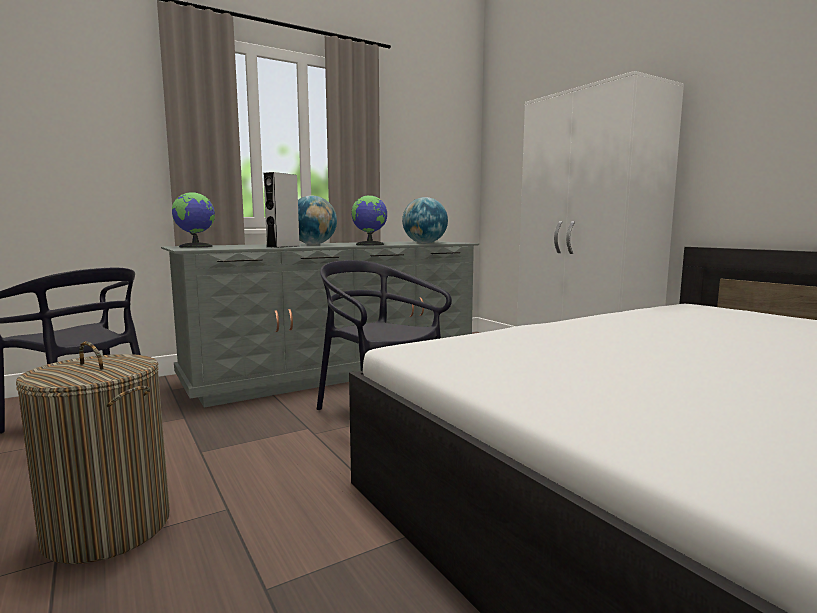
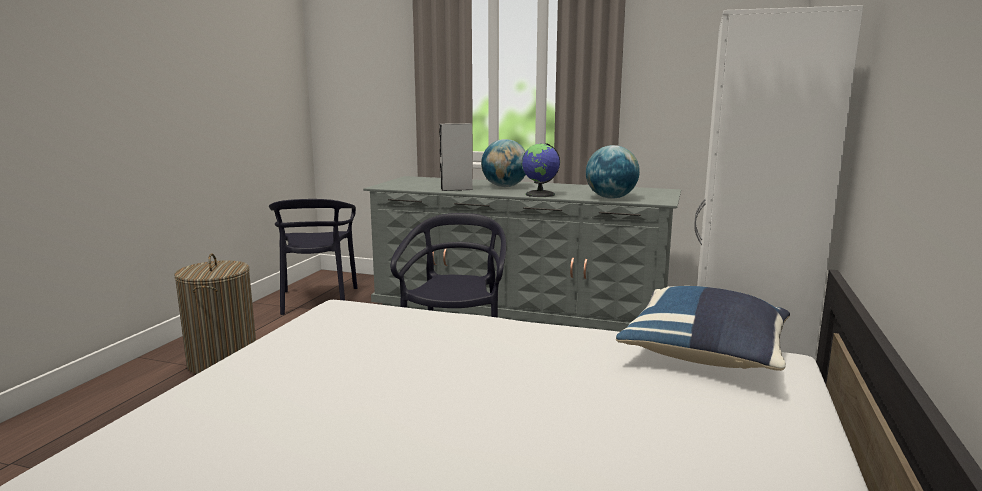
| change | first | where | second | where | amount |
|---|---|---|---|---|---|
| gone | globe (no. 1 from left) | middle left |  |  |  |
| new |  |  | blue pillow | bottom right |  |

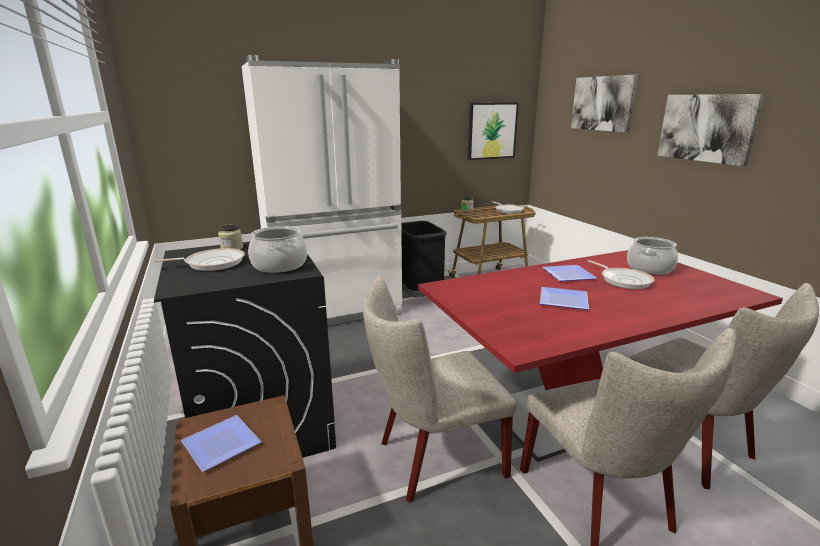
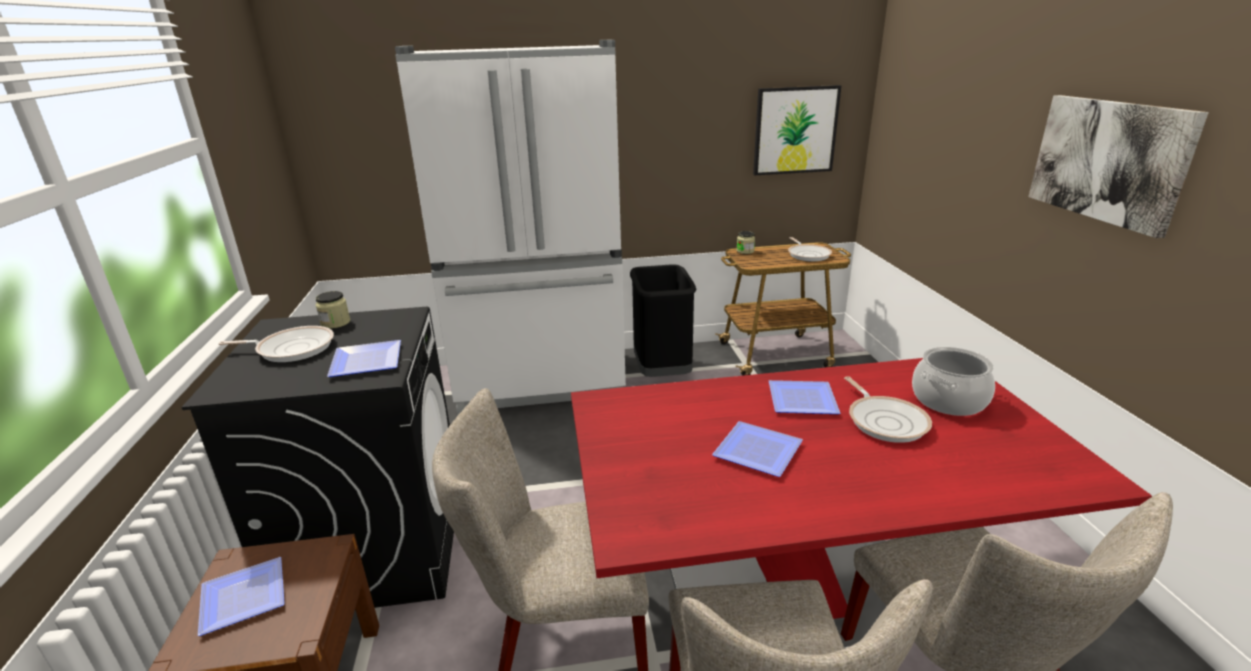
| change | first | where | second | where | amount |
|---|---|---|---|---|---|
| gone | picture (no. 2 from left) | top right |  |  |  |
| swapped | cooking pot (no. 1 from left) | centre | plate (no. 2 from left) | middle left |  |

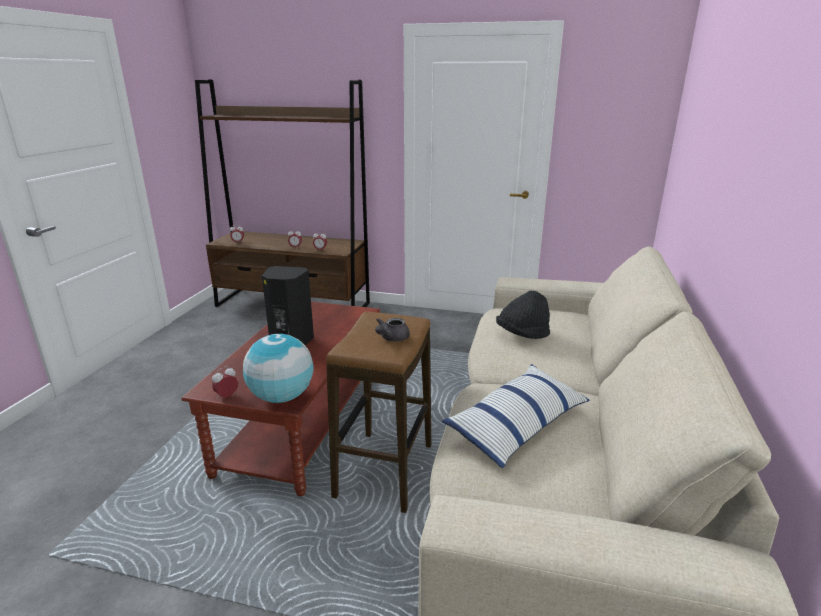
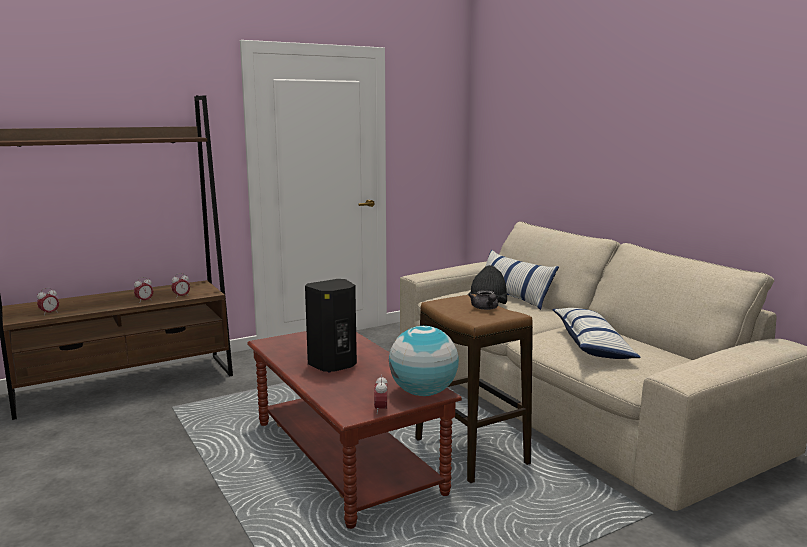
| change | first | where | second | where | amount |
|---|---|---|---|---|---|
| new |  |  | pillow (no. 1 from left) | centre |  |

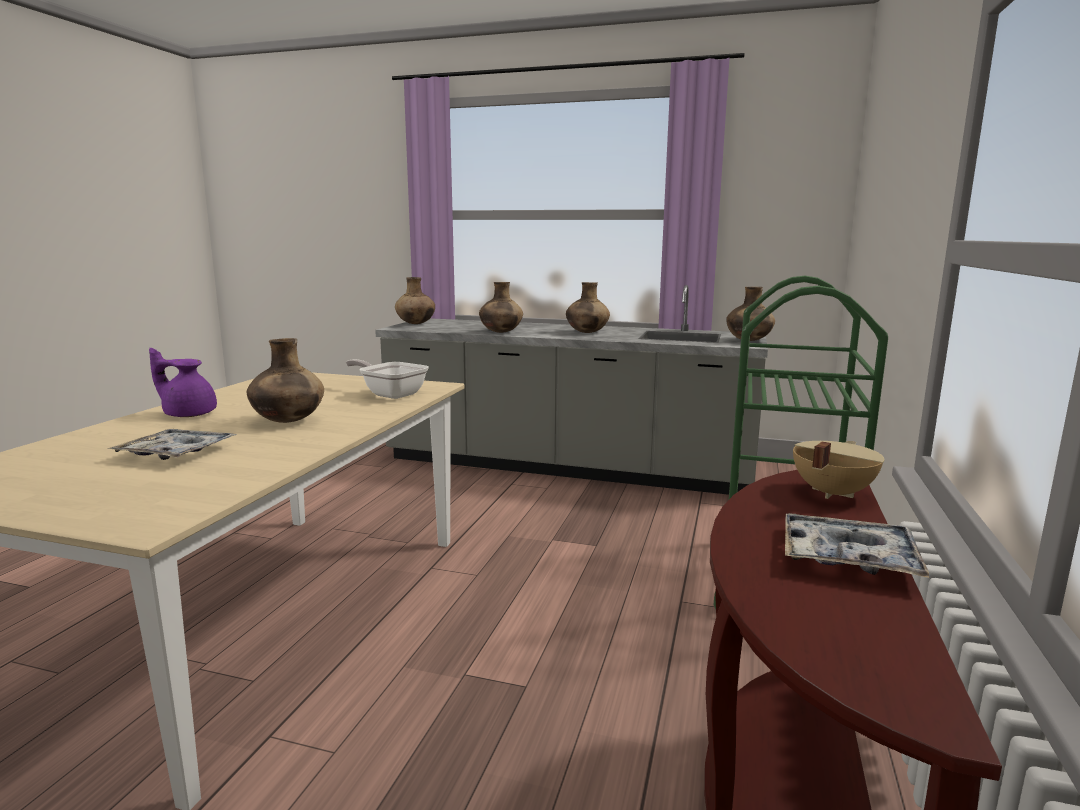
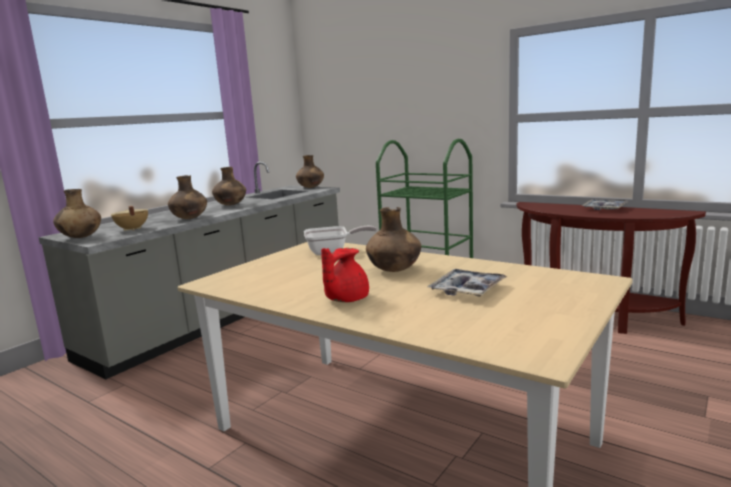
| change | first | where | second | where | amount |
|---|---|---|---|---|---|
| shifted | beige cooking pot | middle right |  | middle left |  |
| repainted | purple teapot | middle left | red teapot | centre |  |
| rotated | frying pan | centre |  | centre | 150 degrees counterclockwise |

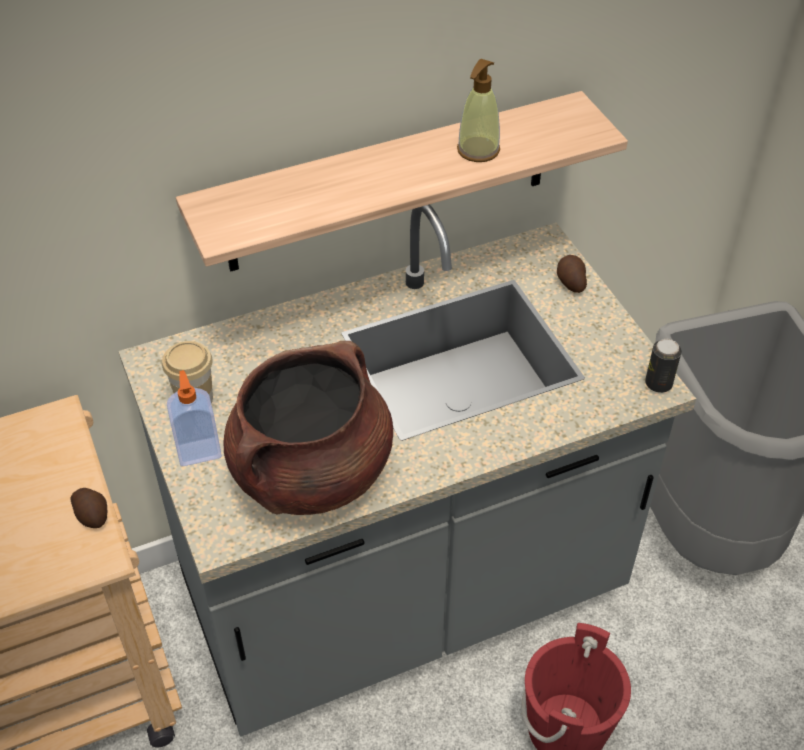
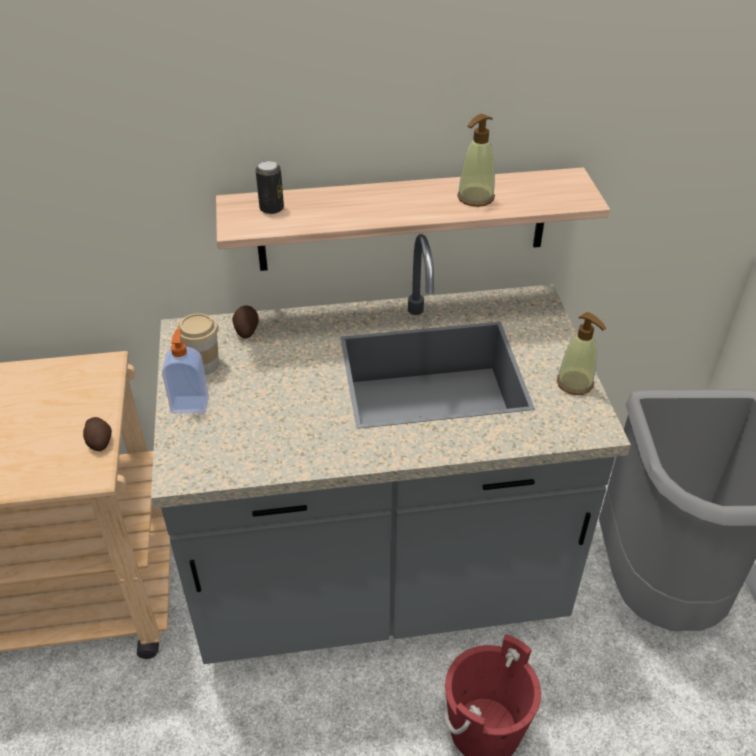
| change | first | where | second | where | amount |
|---|---|---|---|---|---|
| gone | brown cooking pot | centre |  |  |  |
| new |  |  | soap dispenser (no. 3 from left) | middle right |  |
| shifted | potato (no. 2 from left) | middle right |  | middle left |  |
| shifted | can | middle right |  | top centre |  |

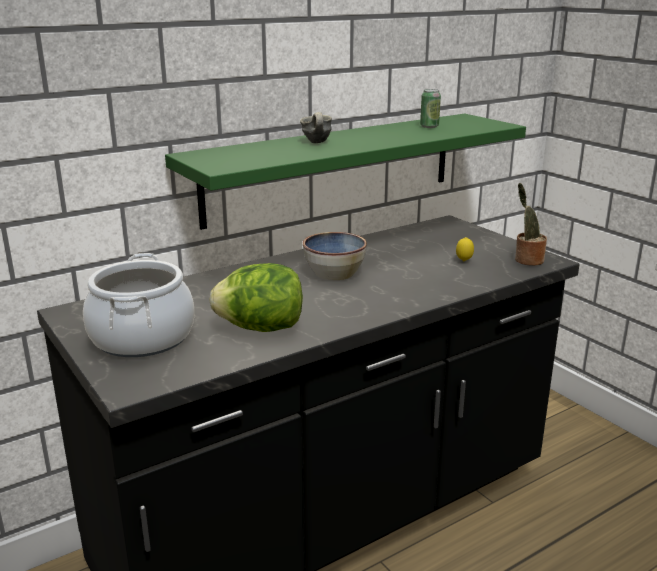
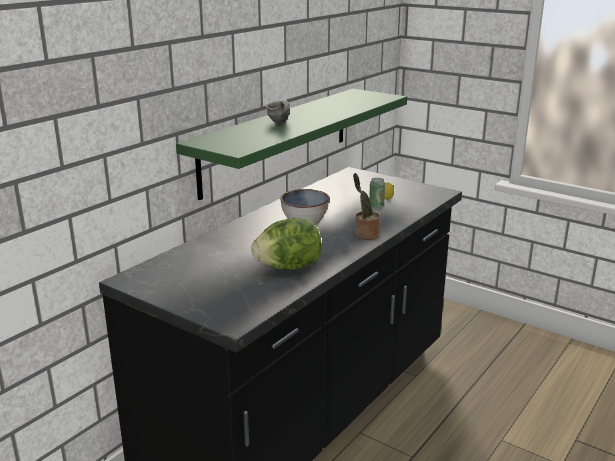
| change | first | where | second | where | amount |
|---|---|---|---|---|---|
| gone | cooking pot | middle left |  |  |  |
| shifted | can | top centre |  | centre |  |
| shifted | potted plant | middle right |  | centre |  |

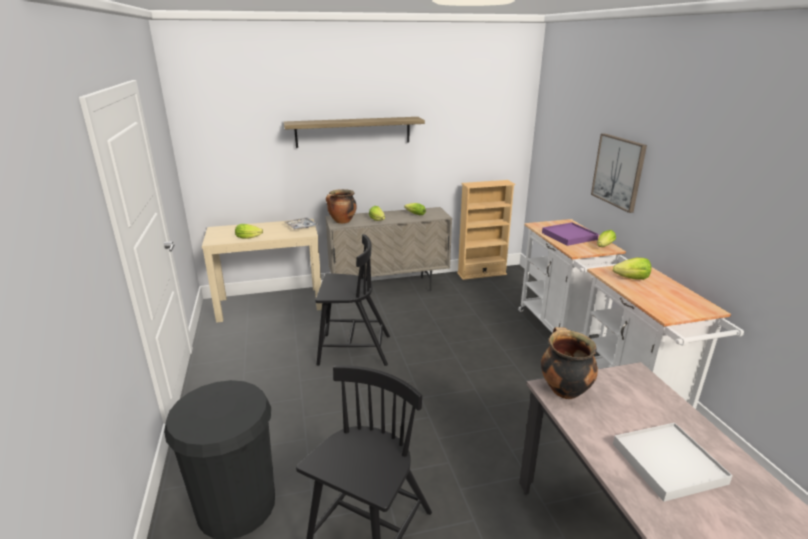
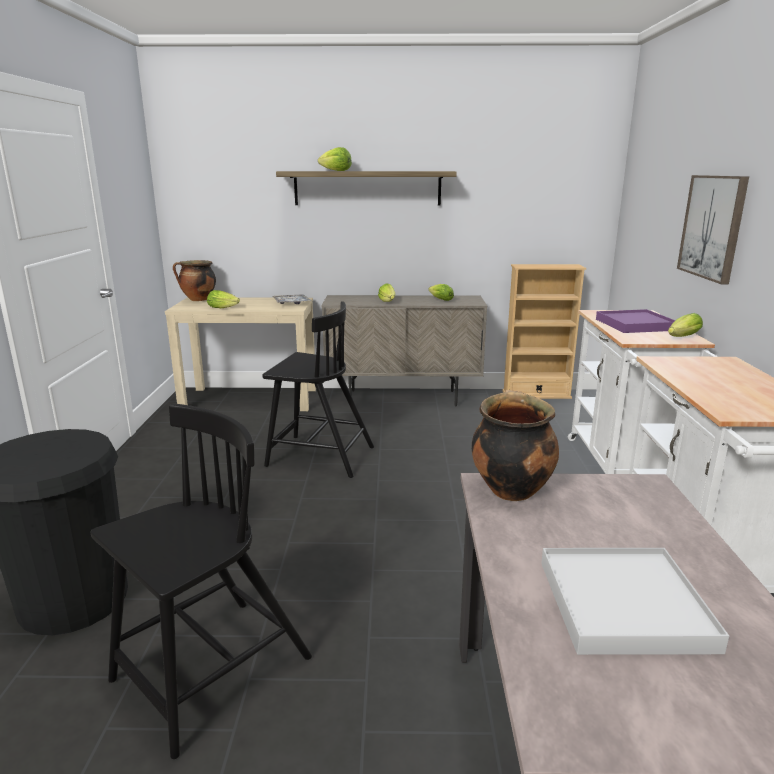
| change | first | where | second | where | amount |
|---|---|---|---|---|---|
| shifted | cooking pot (no. 1 from left) | centre |  | middle left |  |
| shifted | lettuce (no. 5 from left in the first image) | middle right | lettuce (no. 2 from left) | top centre |  |

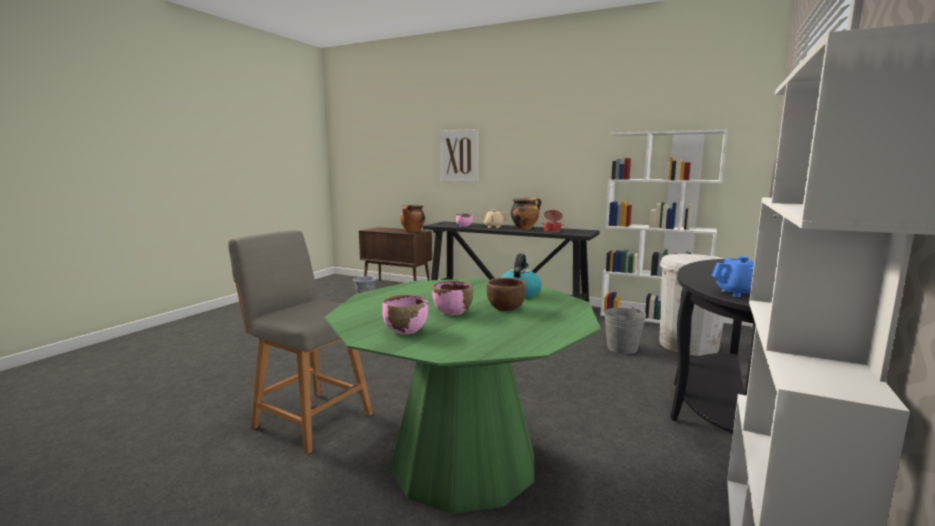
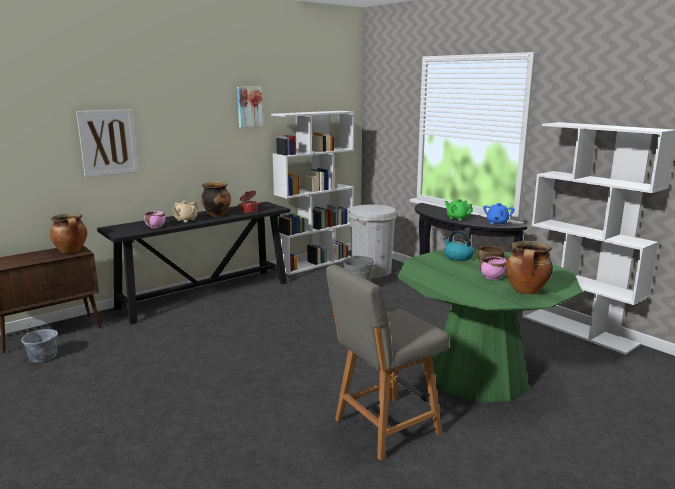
| change | first | where | second | where | amount |
|---|---|---|---|---|---|
| new |  |  | picture (no. 2 from left) | top centre |  |
| new |  |  | green teapot | middle right |  |
| swapped | pink bowl (no. 1 from left) | centre | cooking pot (no. 4 from left) | middle right |  |

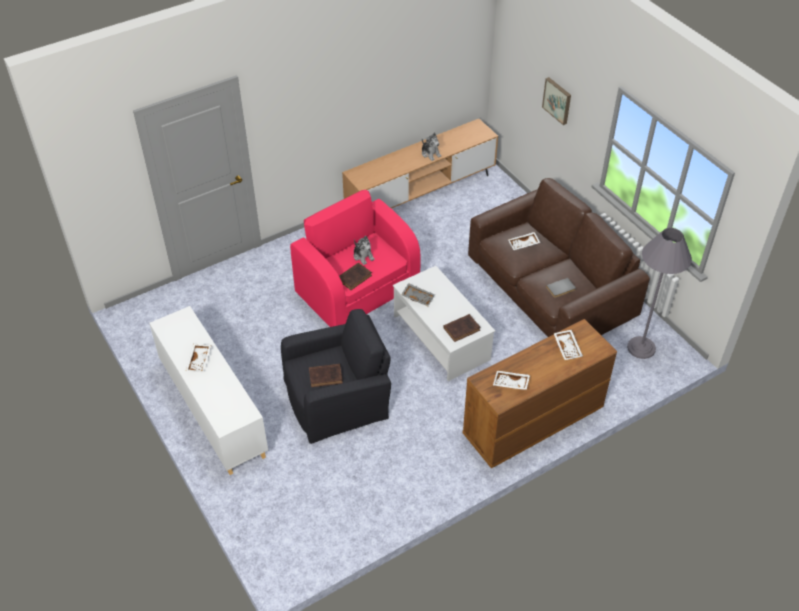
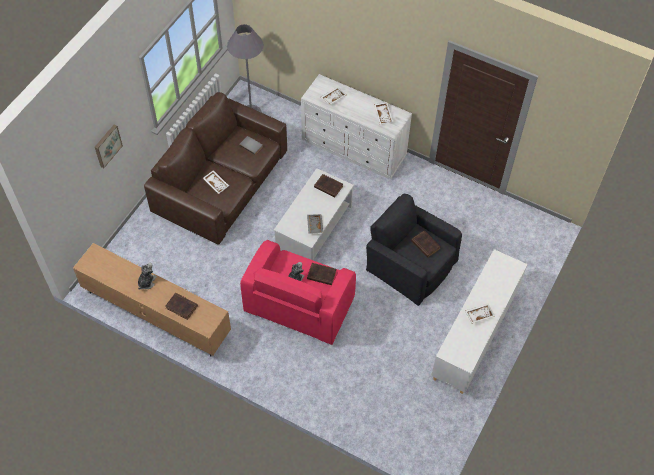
| change | first | where | second | where | amount |
|---|---|---|---|---|---|
| new |  |  | brown book (no. 1 from left) | middle left |  |
| repainted | brown dresser | middle right | white dresser | top centre |  |

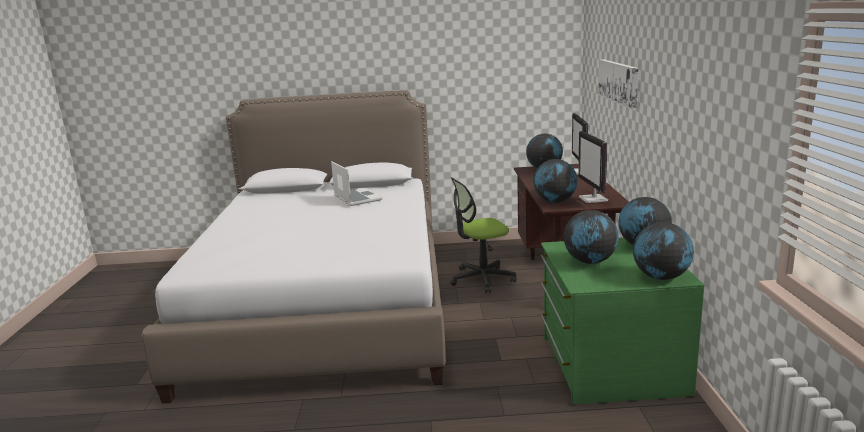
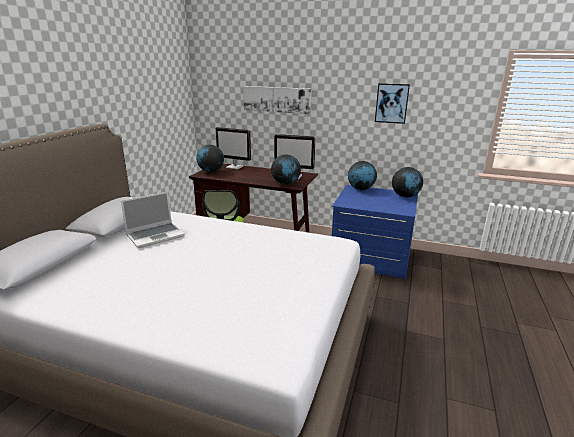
| change | first | where | second | where | amount |
|---|---|---|---|---|---|
| gone | globe (no. 3 from left) | middle right |  |  |  |
| new |  |  | picture (no. 2 from left) | top right |  |
| repainted | green dresser | bottom right | blue dresser | centre |  |
| rotated | laptop | centre |  | middle left | 150 degrees clockwise |

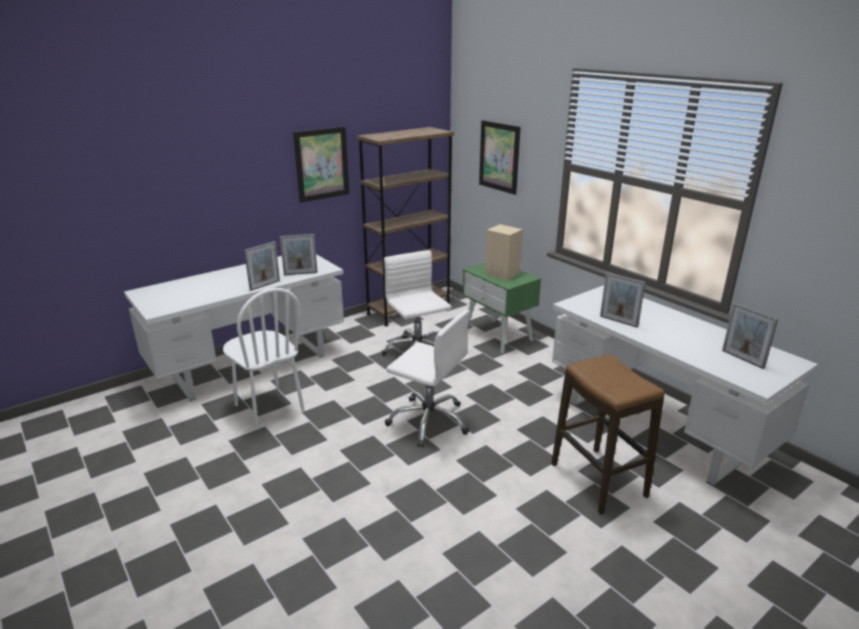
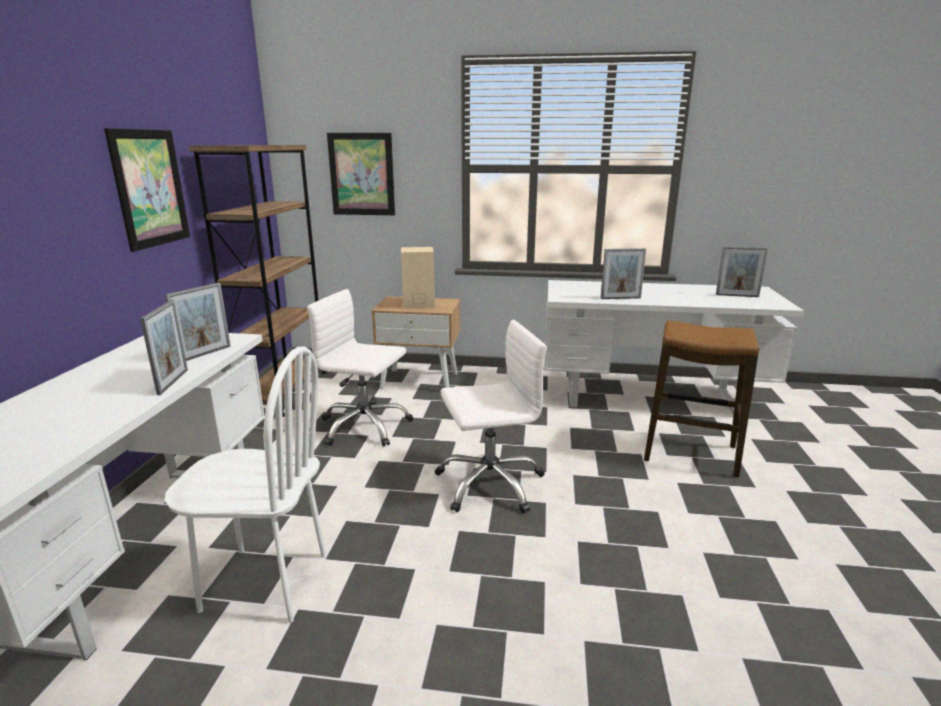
| change | first | where | second | where | amount |
|---|---|---|---|---|---|
| repainted | green nightstand | centre | beige nightstand | centre |  |

